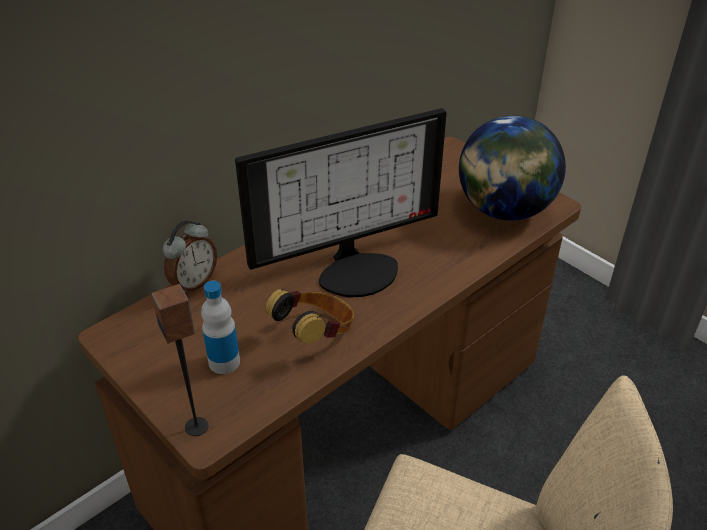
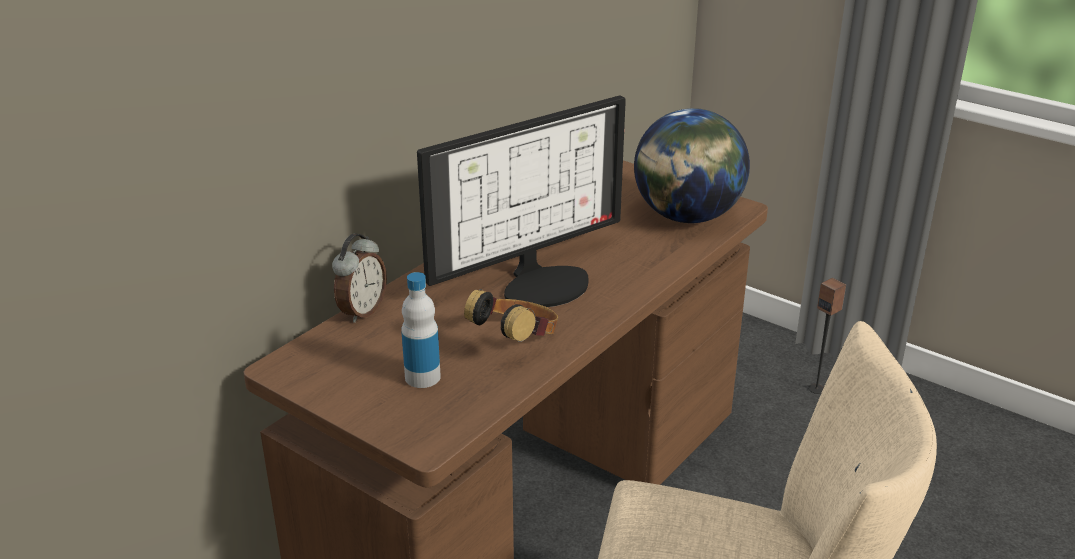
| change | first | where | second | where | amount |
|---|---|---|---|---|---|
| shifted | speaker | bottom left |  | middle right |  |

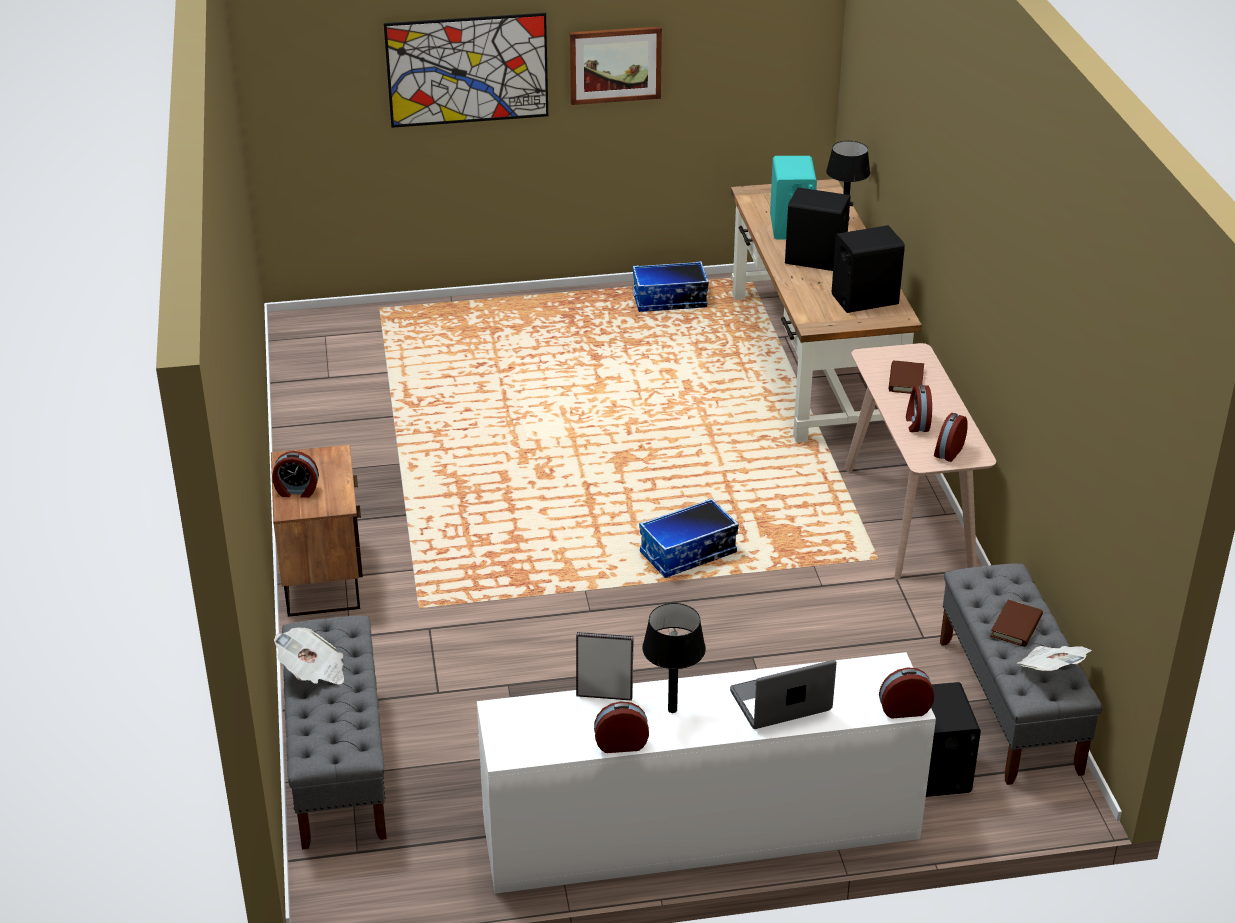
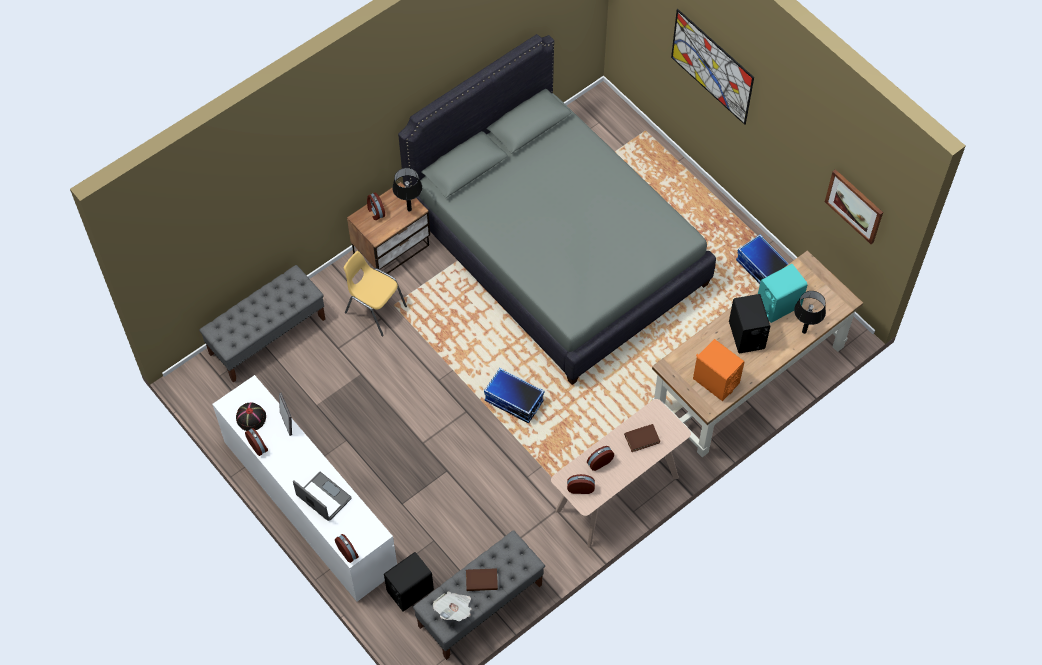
| change | first | where | second | where | amount |
|---|---|---|---|---|---|
| gone | newspaper (no. 1 from left) | bottom left |  |  |  |
| new |  |  | black hat | middle left |  |
| new |  |  | yellow chair | centre |  |
| new |  |  | grey bed | top centre |  |
| shifted | picture (no. 2 from left) | top centre |  | top right |  |
| shifted | black table lamp (no. 1 from left) | bottom centre |  | top centre |  |
| repainted | black speaker (no. 2 from left) | top right | orange speaker | middle right |  |

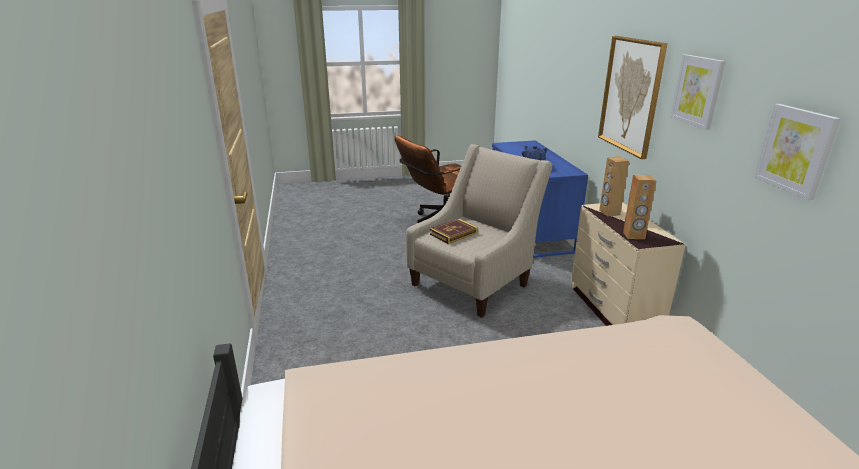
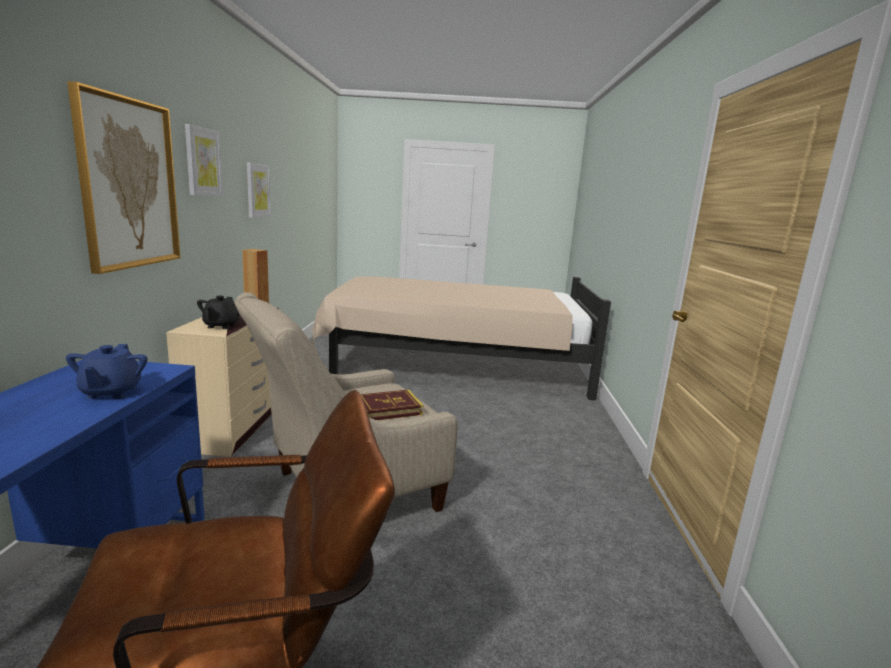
| change | first | where | second | where | amount |
|---|---|---|---|---|---|
| swapped | brown speaker (no. 1 from left) | middle right | black teapot | middle left |  |

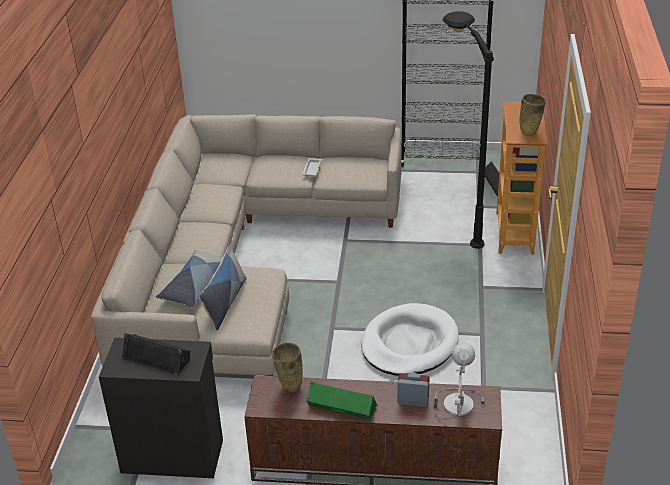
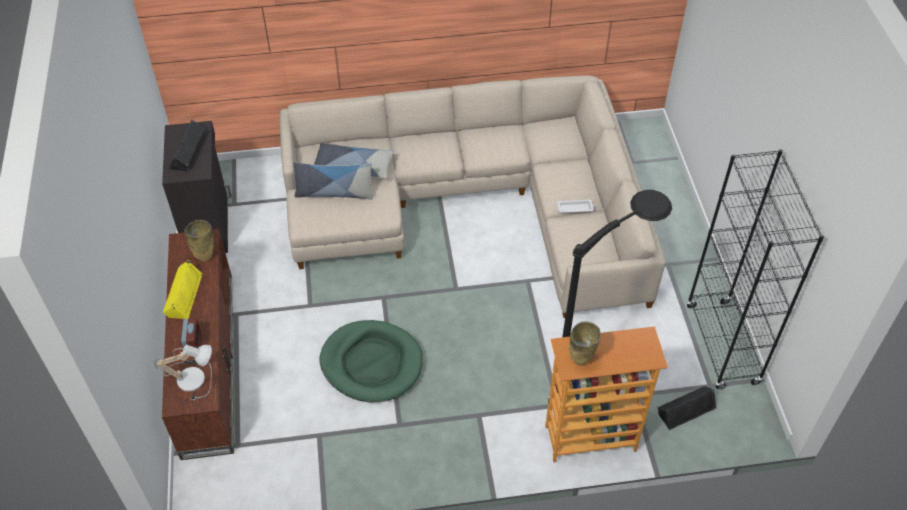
| change | first | where | second | where | amount |
|---|---|---|---|---|---|
| repainted | green speaker | bottom centre | yellow speaker | middle left |  |
| repainted | white dog bed | bottom centre | green dog bed | bottom centre |  |

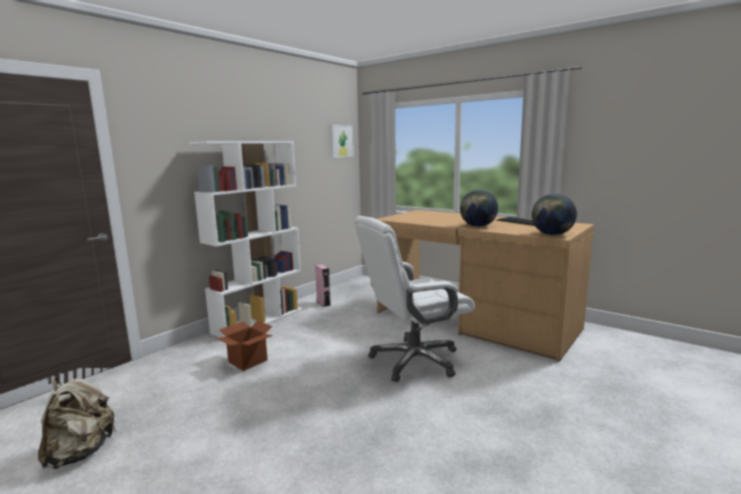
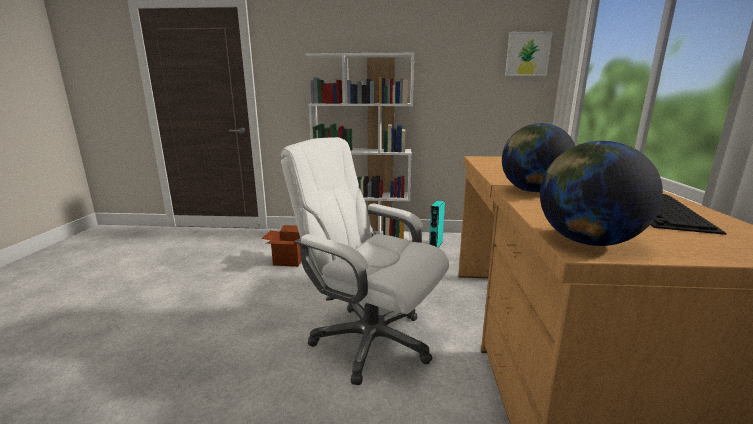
| change | first | where | second | where | amount |
|---|---|---|---|---|---|
| gone | beige backpack | bottom left |  |  |  |
| repainted | pink speaker | centre | turquoise speaker | centre |  |

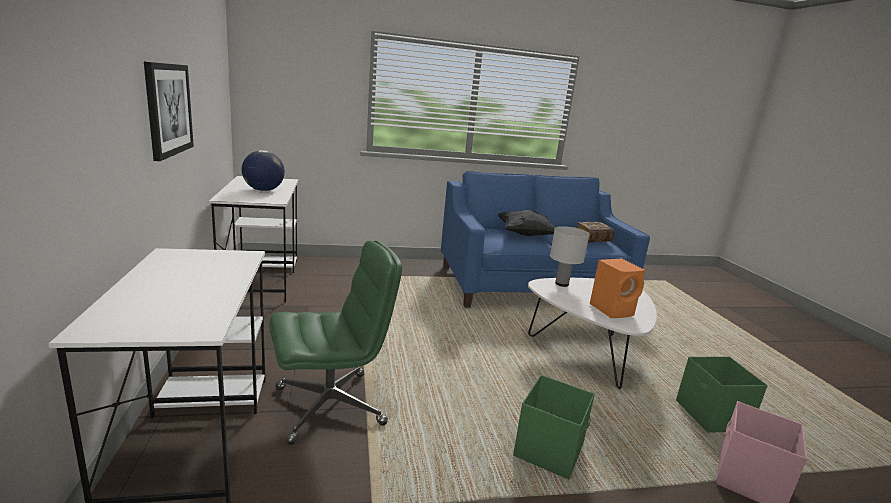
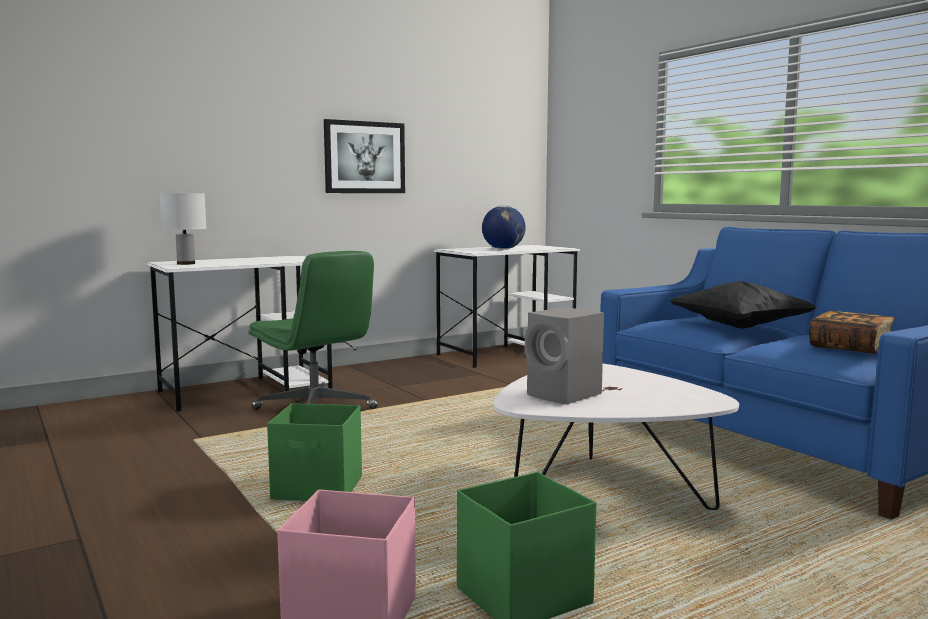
| change | first | where | second | where | amount |
|---|---|---|---|---|---|
| shifted | white table lamp | centre |  | middle left |  |
| repainted | orange speaker | middle right | grey speaker | centre |  |

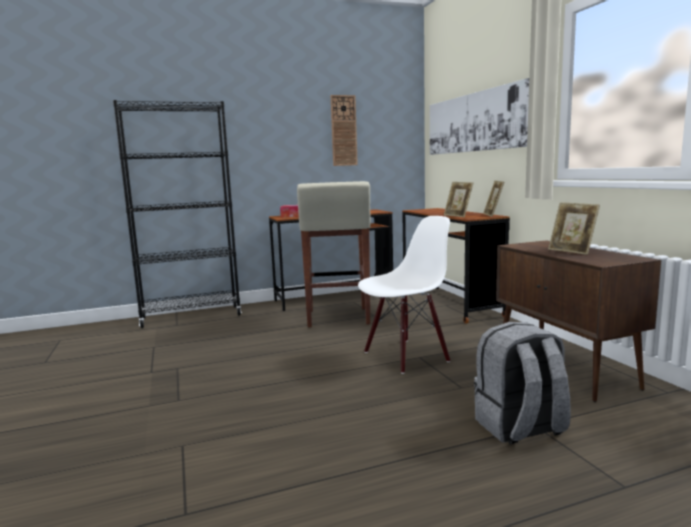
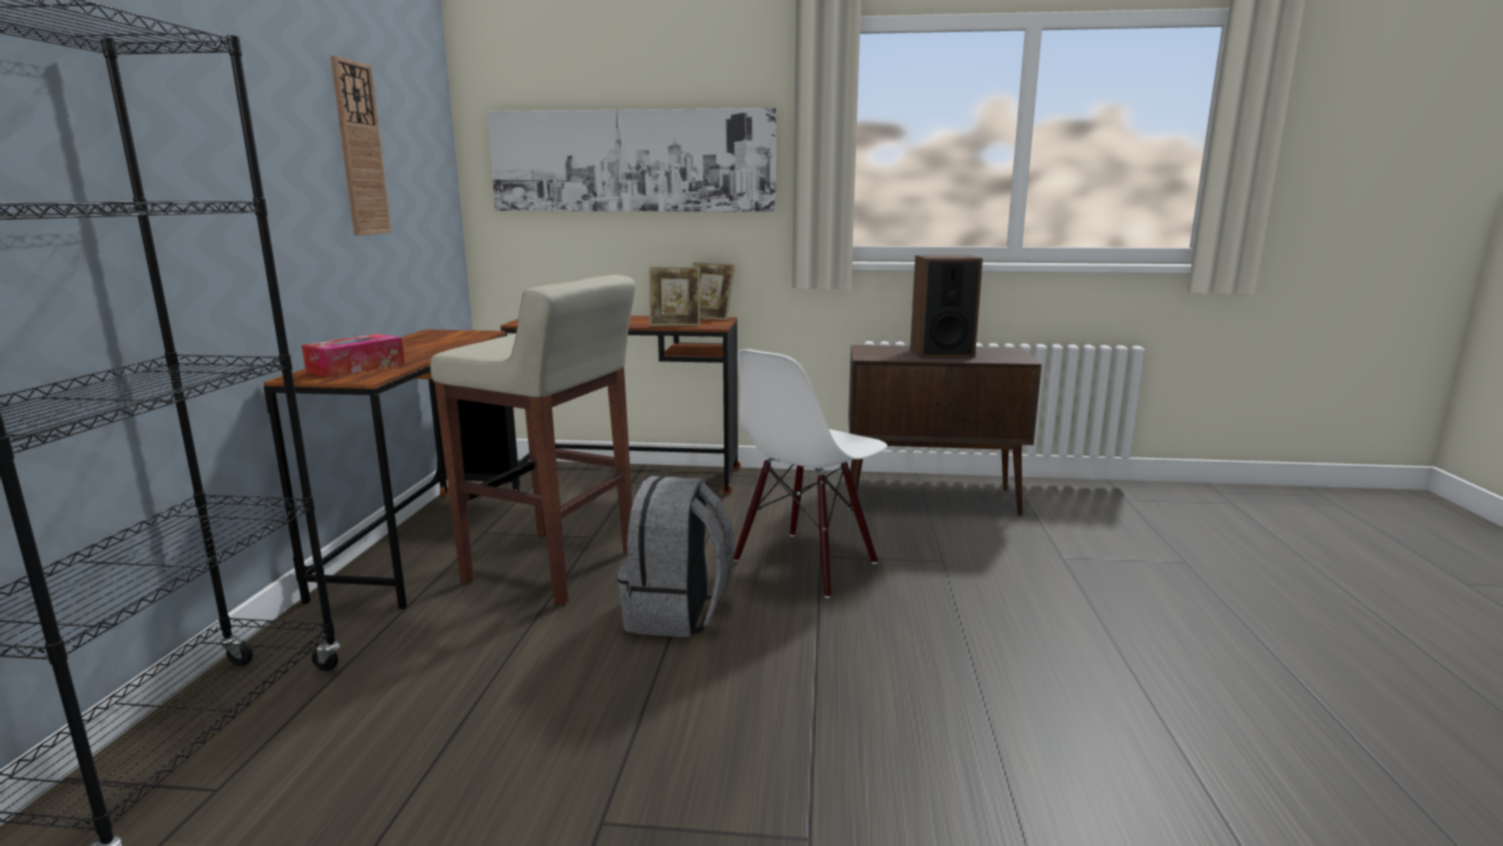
| change | first | where | second | where | amount |
|---|---|---|---|---|---|
| shifted | grey backpack | bottom right |  | centre |  |
| swapped | picture frame (no. 3 from left) | middle right | speaker | centre |  |
| rotated | white chair | centre |  | centre | 135 degrees counterclockwise |

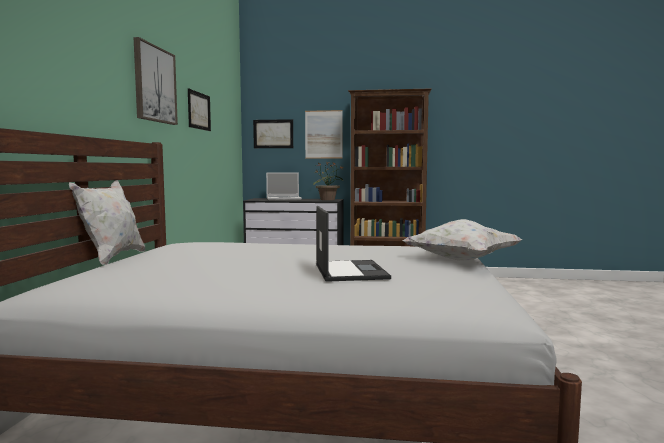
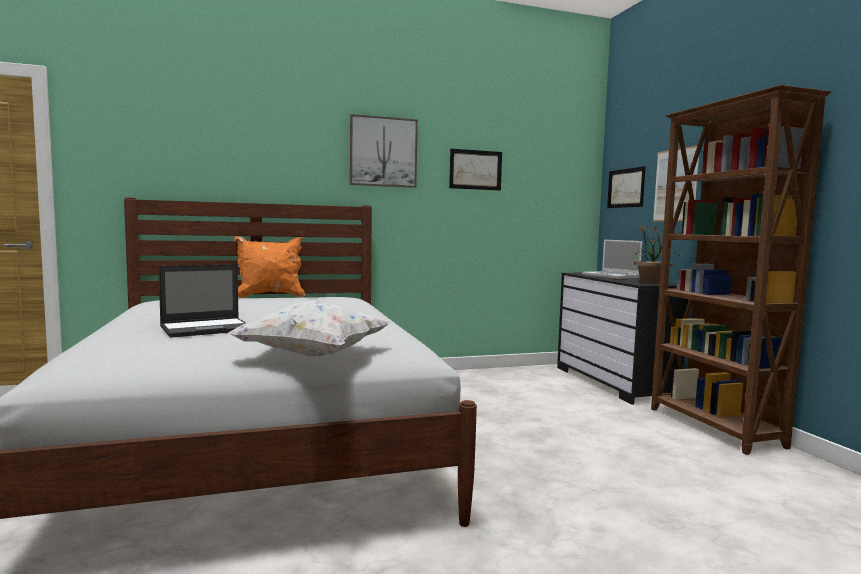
| change | first | where | second | where | amount |
|---|---|---|---|---|---|
| repainted | white pillow (no. 1 from left) | middle left | orange pillow | middle left |  |

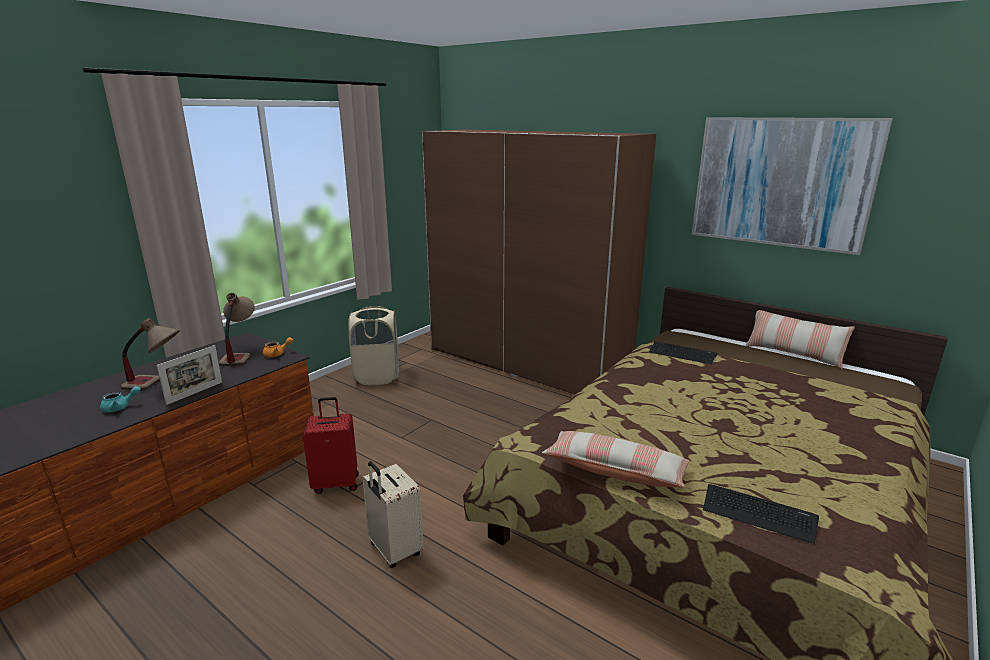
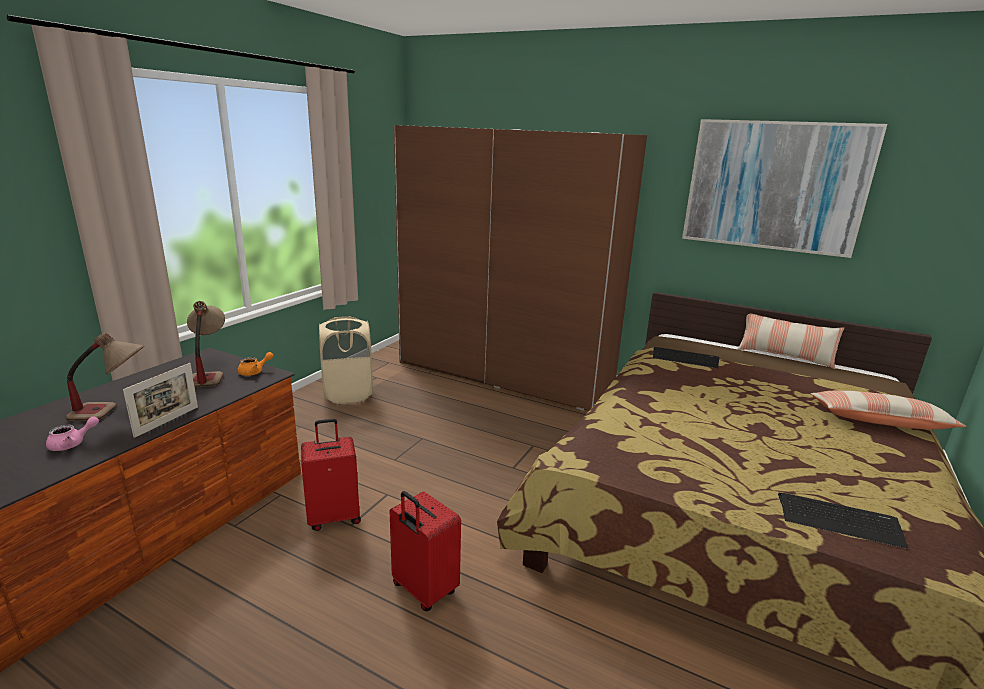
| change | first | where | second | where | amount |
|---|---|---|---|---|---|
| shifted | pillow (no. 1 from left in the first image) | bottom centre | pillow (no. 2 from left) | middle right |  |
| repainted | turquoise teapot | middle left | pink teapot | middle left |  |
| repainted | beige suitcase | bottom centre | red suitcase (no. 2 from left) | bottom centre |  |

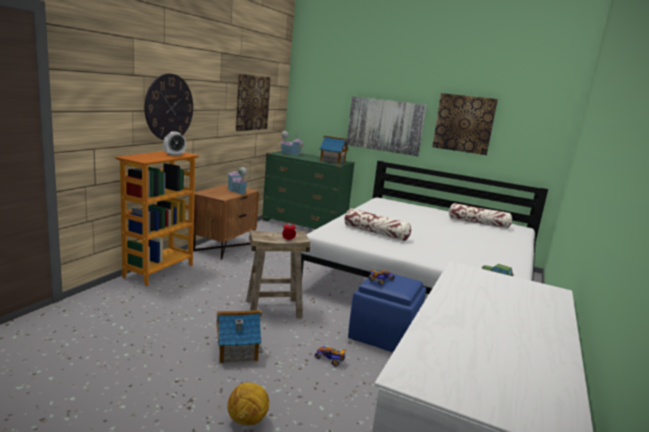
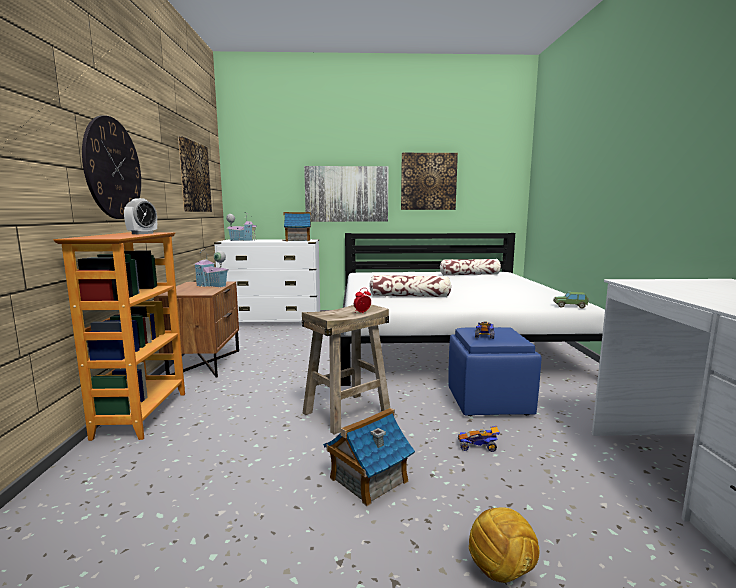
| change | first | where | second | where | amount |
|---|---|---|---|---|---|
| repainted | green dresser | centre | white dresser | centre |  |

